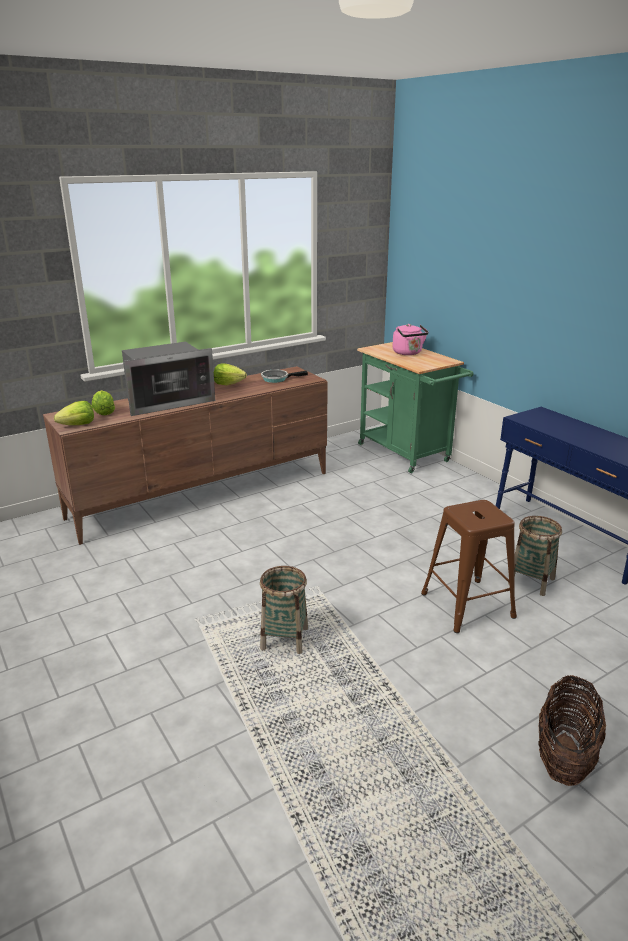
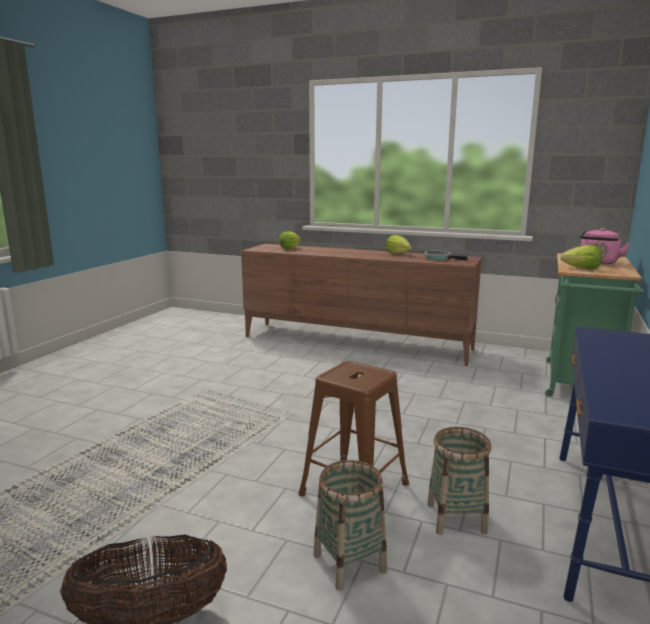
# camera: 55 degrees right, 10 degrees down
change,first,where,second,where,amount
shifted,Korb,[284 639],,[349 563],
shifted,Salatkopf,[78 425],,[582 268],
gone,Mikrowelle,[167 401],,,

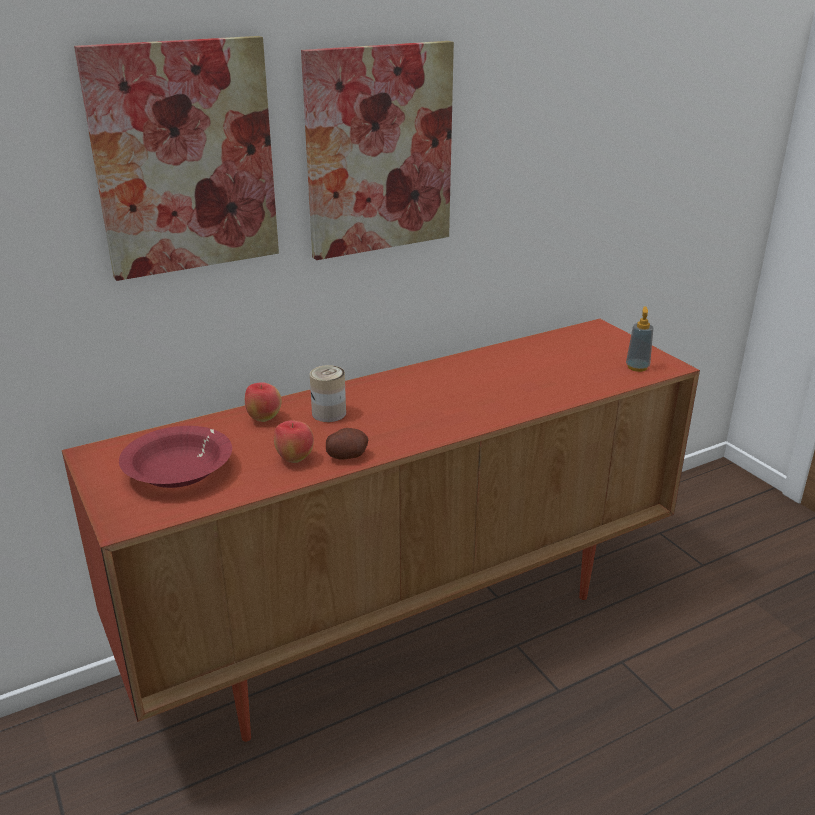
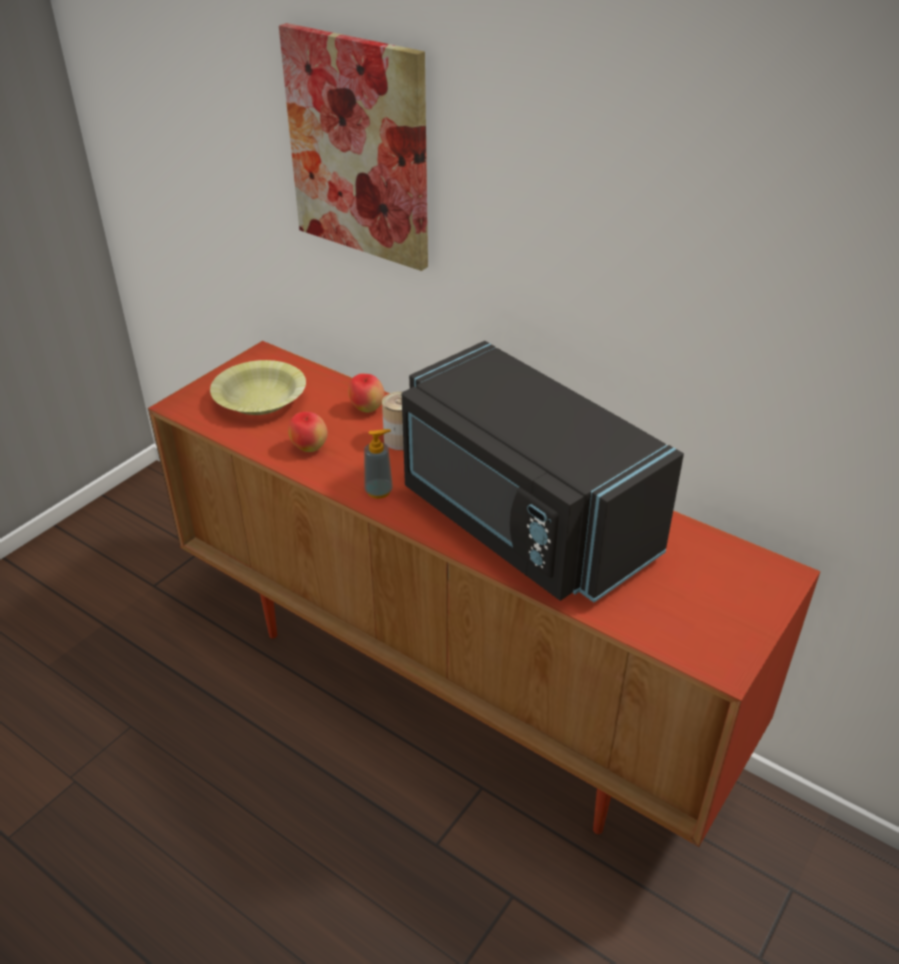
# camera: 65 degrees right, 10 degrees up
change,first,where,second,where,amount
repainted,Schüssel/rot,[179 471],Schüssel/gelb,[260 400],
shifted,Seifenspender,[637 367],,[379 491],
new,,,Mikrowelle/schwarz,[521 523],
gone,Bild,[379 150],,,
gone,Kartoffel,[347 456],,,

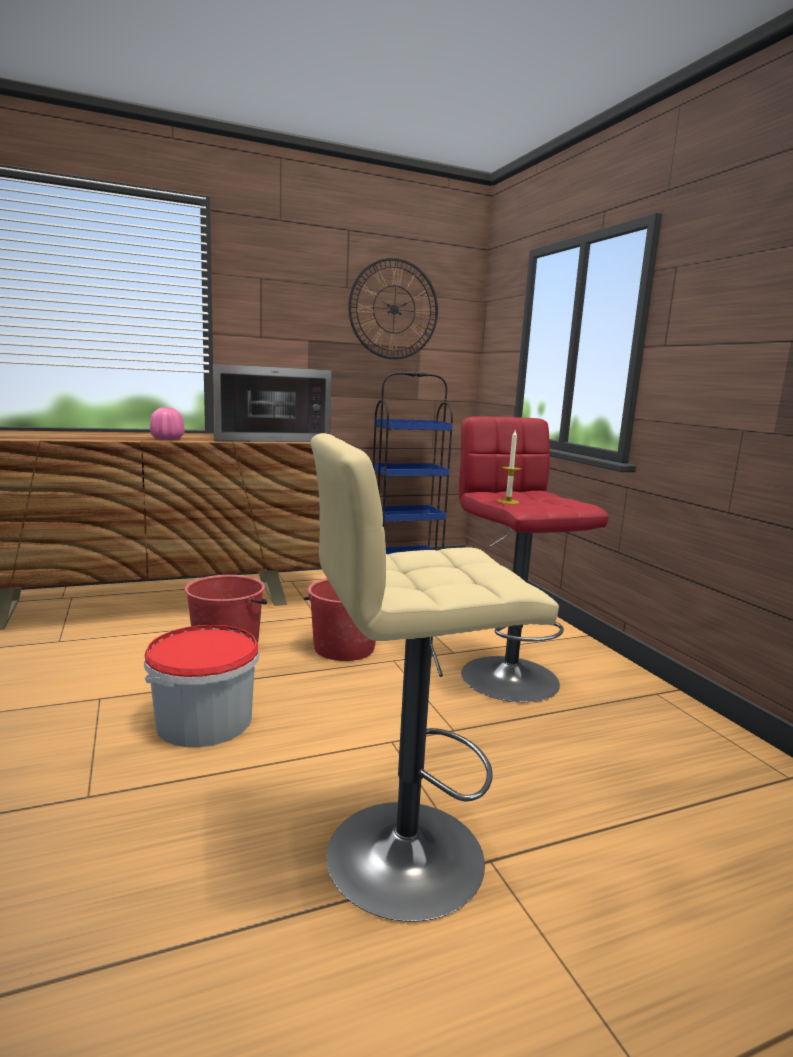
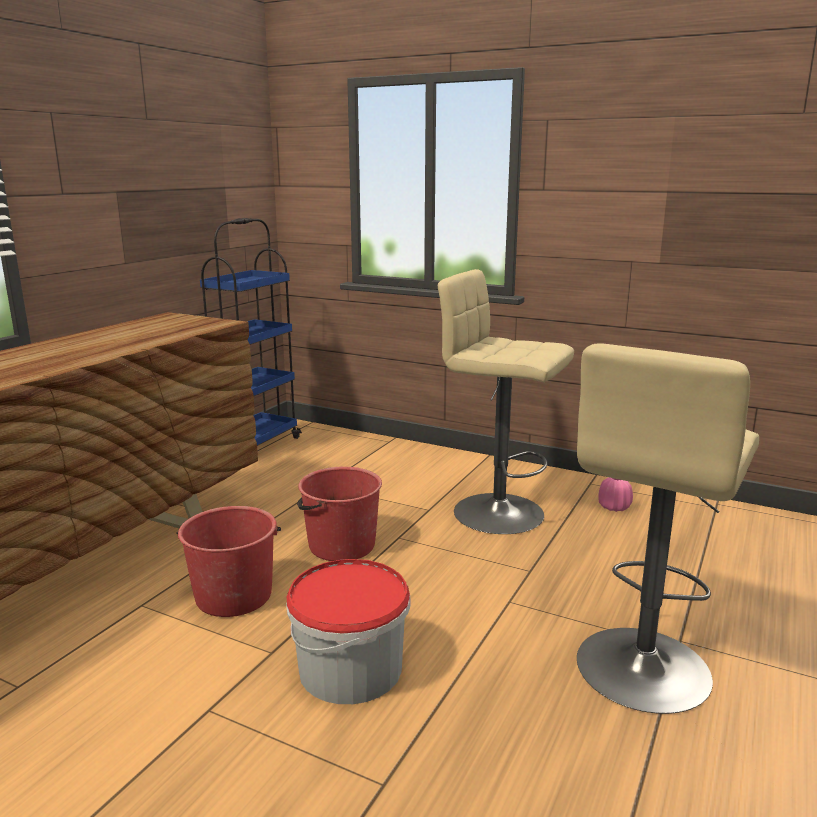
# camera: 40 degrees left, 5 degrees up
change,first,where,second,where,amount
repainted,Hocker/rot,[510 678],Hocker/beige,[498 513],
shifted,Vase/rosa,[167 439],,[614 507],
gone,Mikrowelle,[268 438],,,
gone,Wanduhr,[394 309],,,
gone,Kerze,[508 502],,,

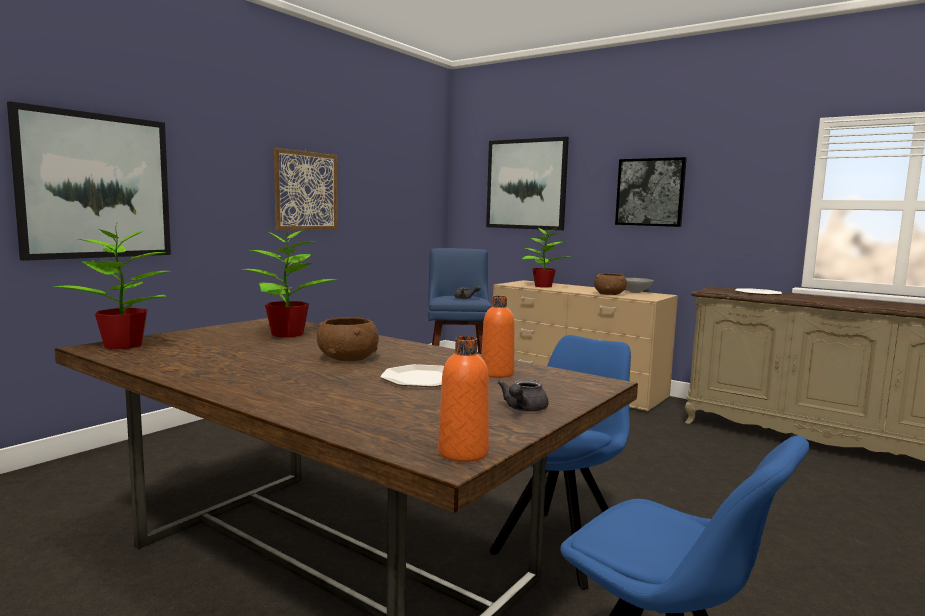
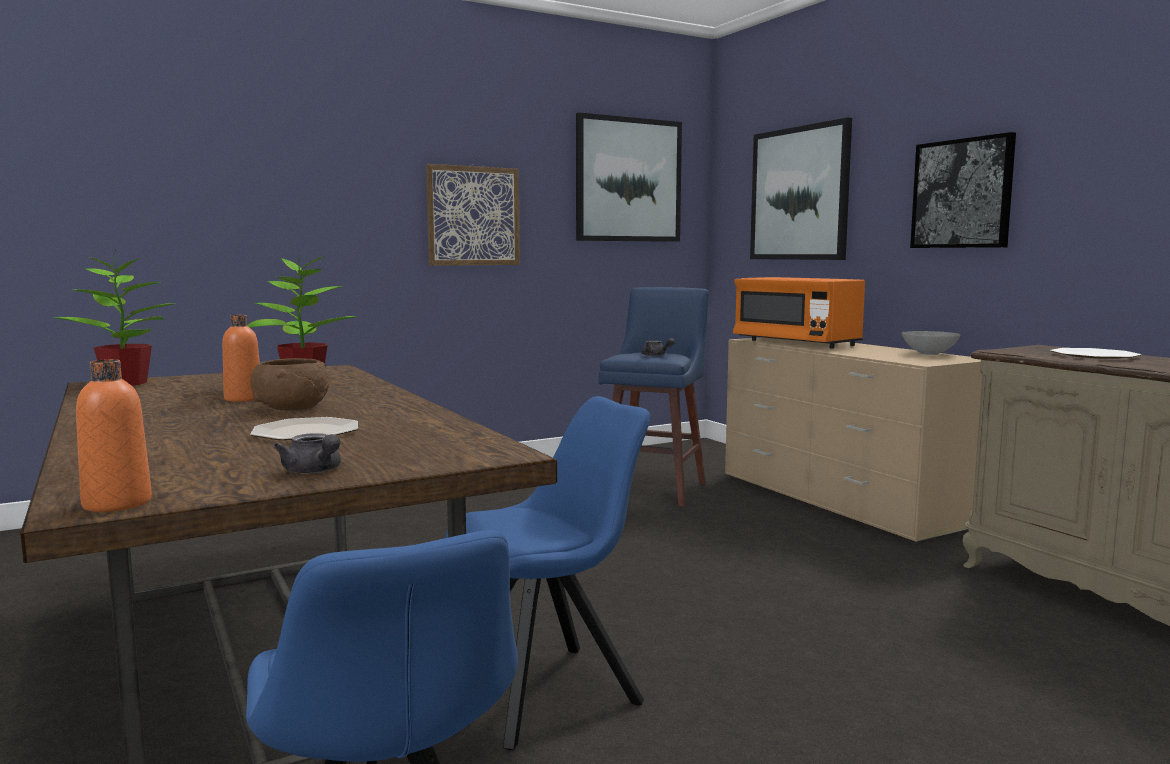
# camera: 25 degrees right, 0 degrees up
change,first,where,second,where,amount
shifted,Flasche/orange,[497 374],,[243 399],
rotated,Teekanne/grau,[523 409],,[314 471],90 degrees counterclockwise
shifted,Bild,[95 186],,[628 180],
swapped,Topfpflanze,[542 286],Mikrowelle/orange,[796 343],
gone,Schüssel/braun,[609 294],,,

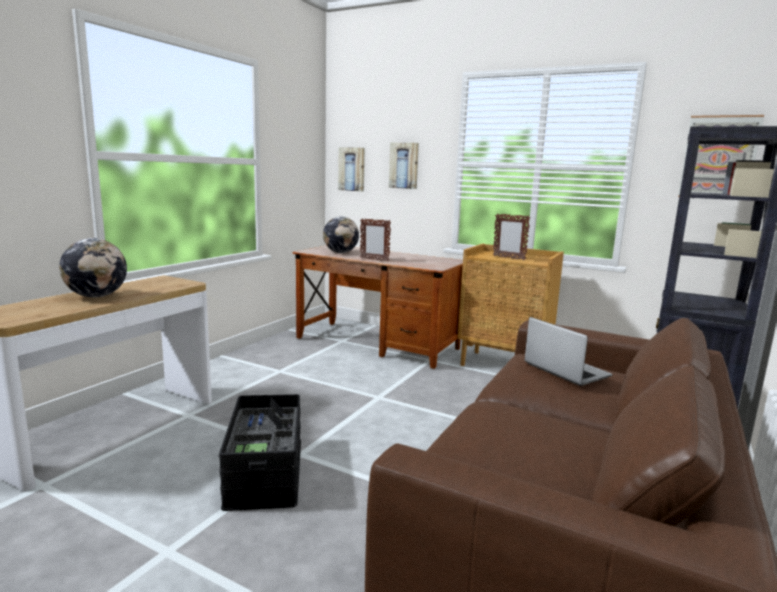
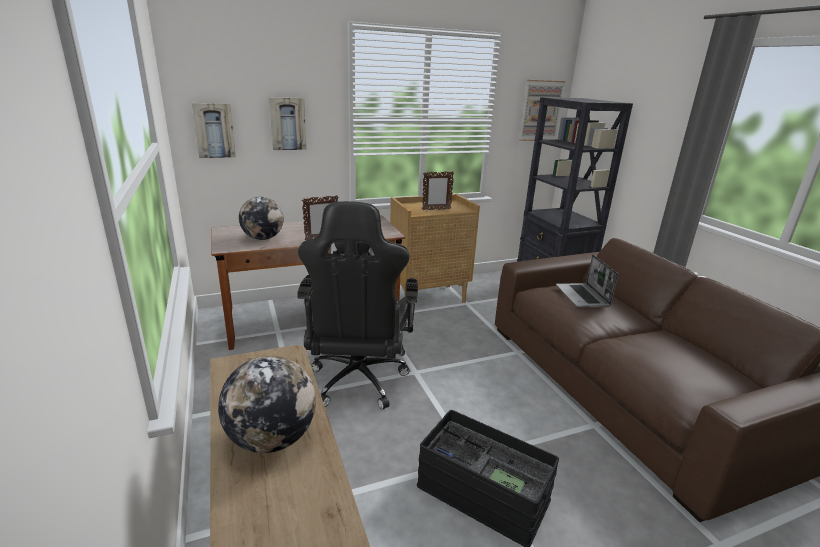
# camera: 50 degrees left, 10 degrees up
change,first,where,second,where,amount
new,,,Bürostuhl/schwarz,[358 376],
rotated,Laptop,[565 370],,[583 296],105 degrees counterclockwise

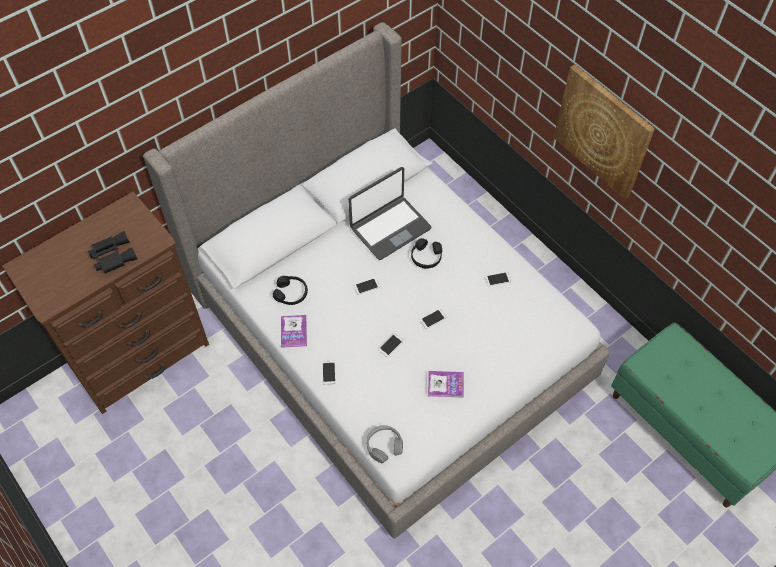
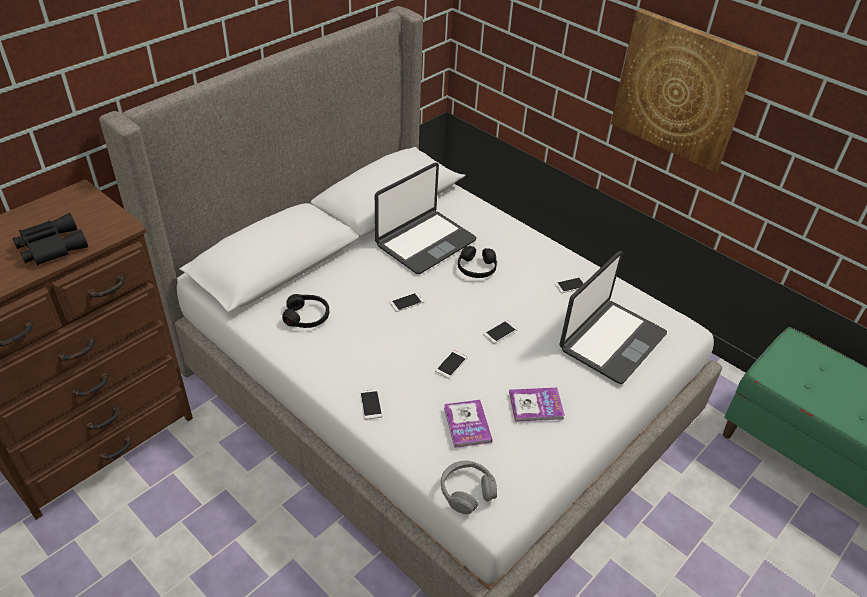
# camera: 10 degrees left, 15 degrees down
change,first,where,second,where,amount
shifted,Buch,[293 331],,[467 424],
new,,,Laptop,[611 341],

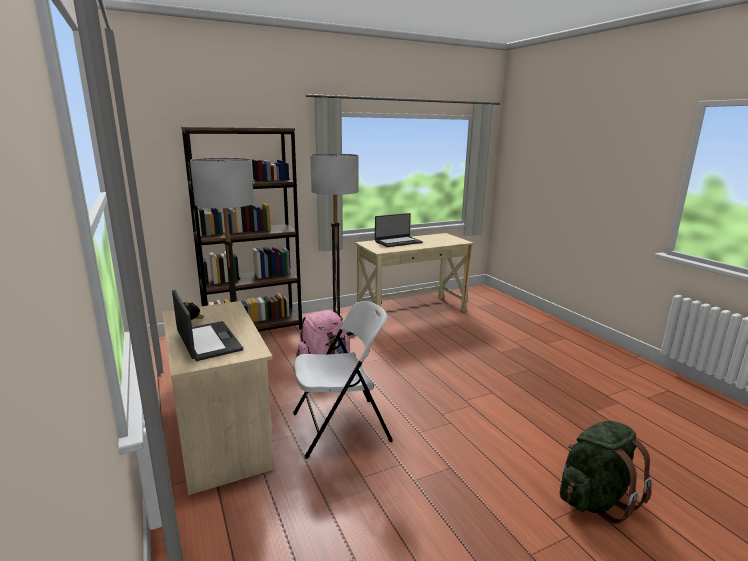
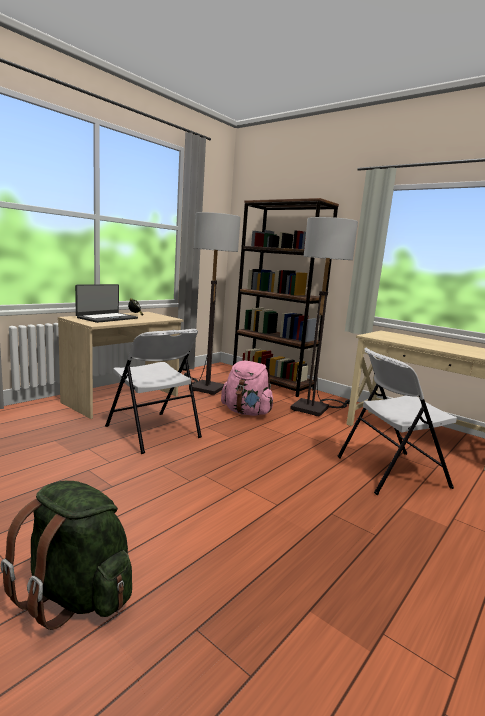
# camera: 65 degrees right, 5 degrees down
change,first,where,second,where,amount
new,,,Stuhl/weiß,[391 471],
gone,Laptop,[398 242],,,

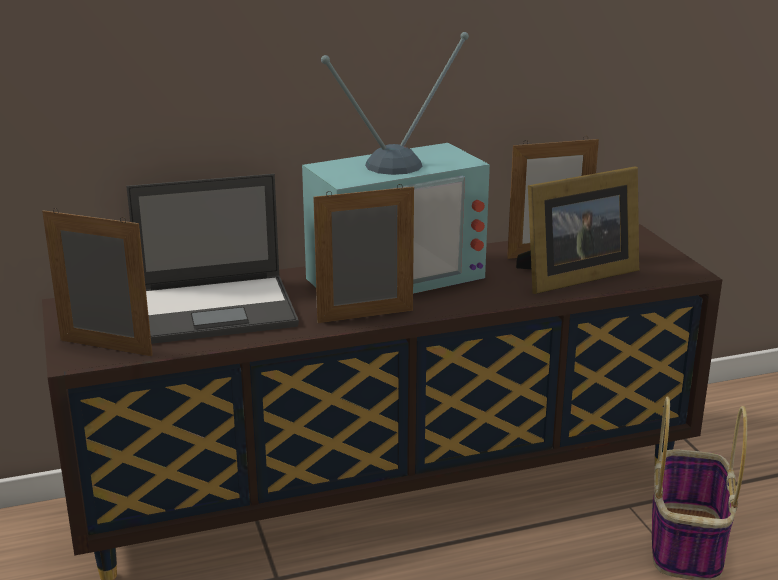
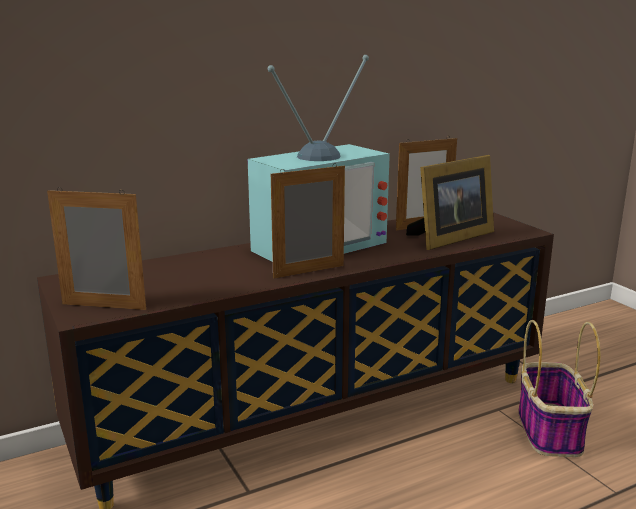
# camera: 10 degrees left, 5 degrees down
change,first,where,second,where,amount
gone,Laptop,[218 309],,,

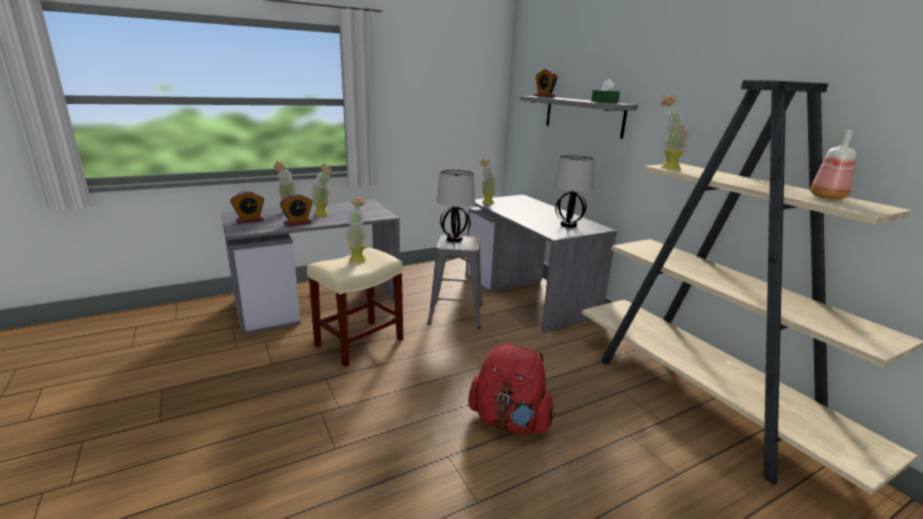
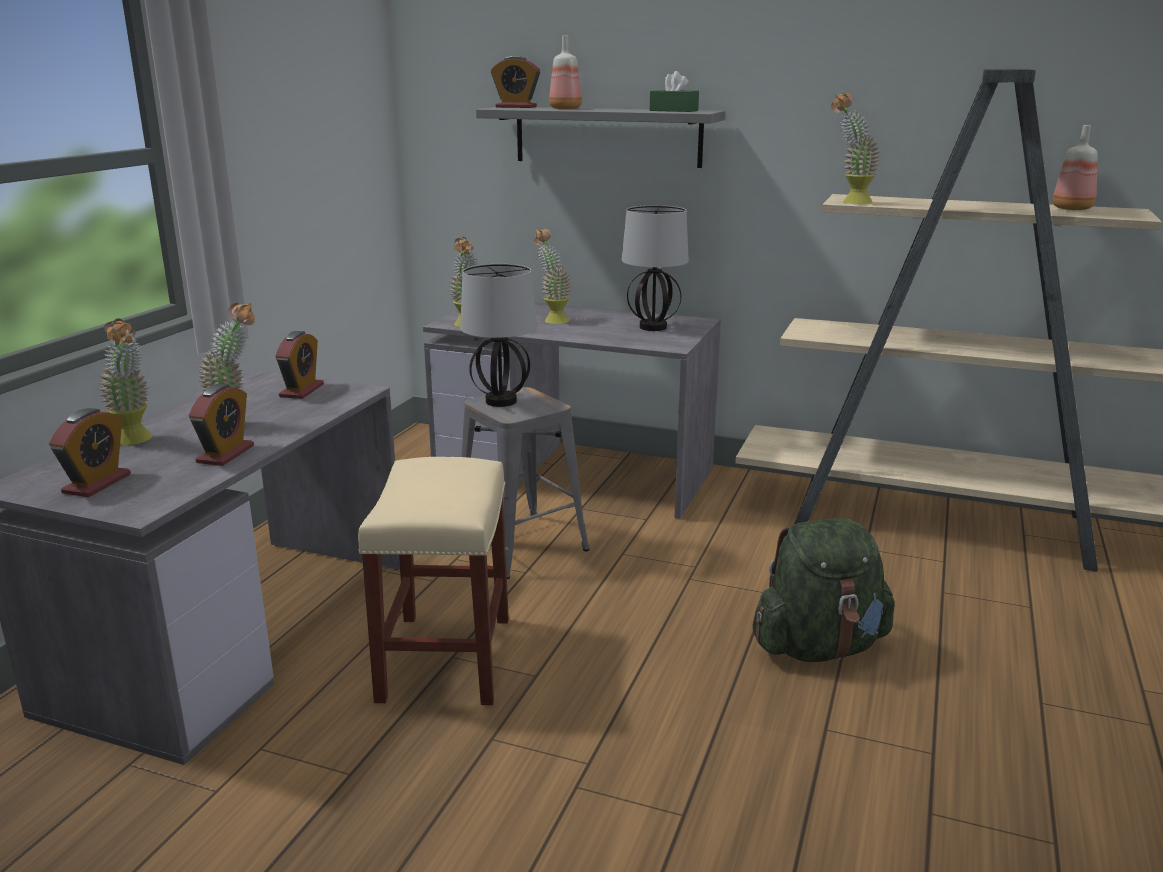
# camera: 40 degrees left, 0 degrees up
change,first,where,second,where,amount
new,,,Wecker,[301 391],
shifted,Topfpflanze,[358 258],,[552 320],
new,,,Flasche,[566 109],
repainted,Rucksack/rot,[509 421],Rucksack/grün,[819 647],

